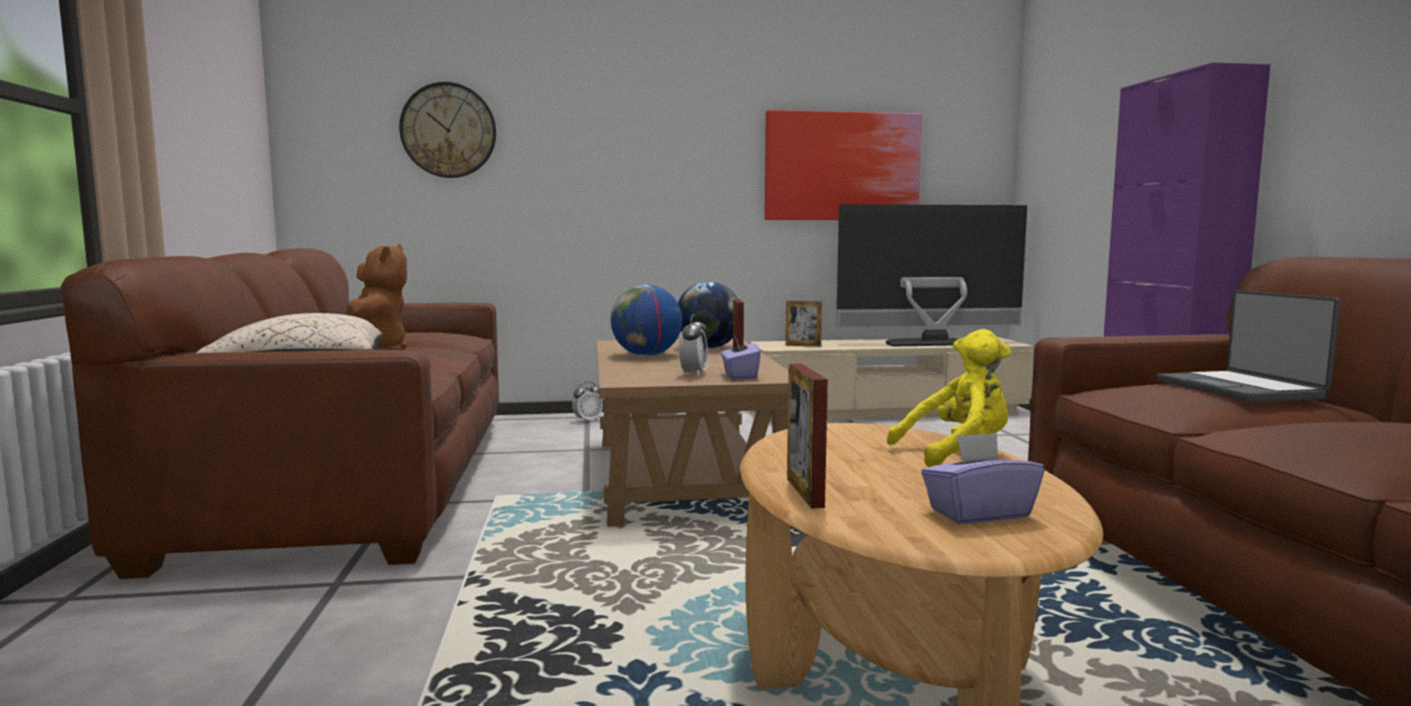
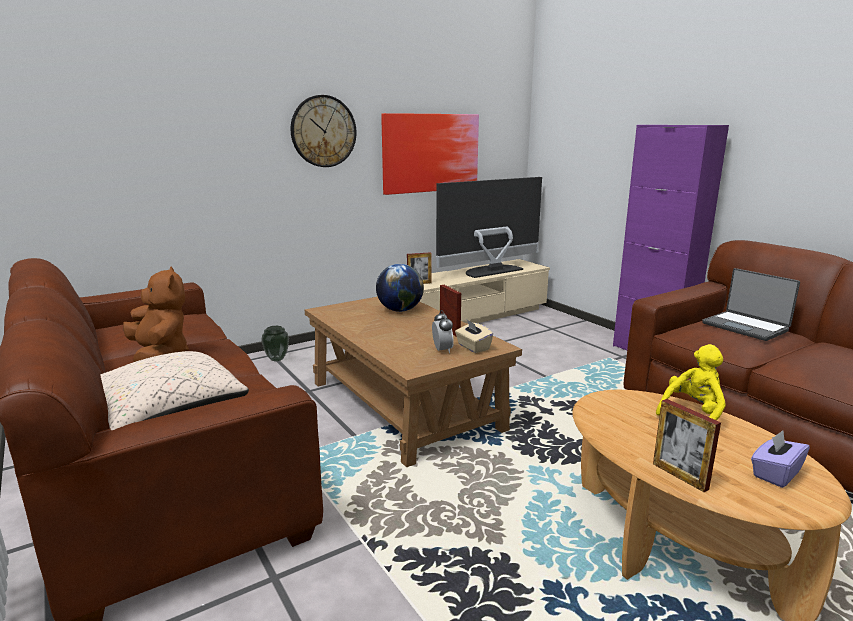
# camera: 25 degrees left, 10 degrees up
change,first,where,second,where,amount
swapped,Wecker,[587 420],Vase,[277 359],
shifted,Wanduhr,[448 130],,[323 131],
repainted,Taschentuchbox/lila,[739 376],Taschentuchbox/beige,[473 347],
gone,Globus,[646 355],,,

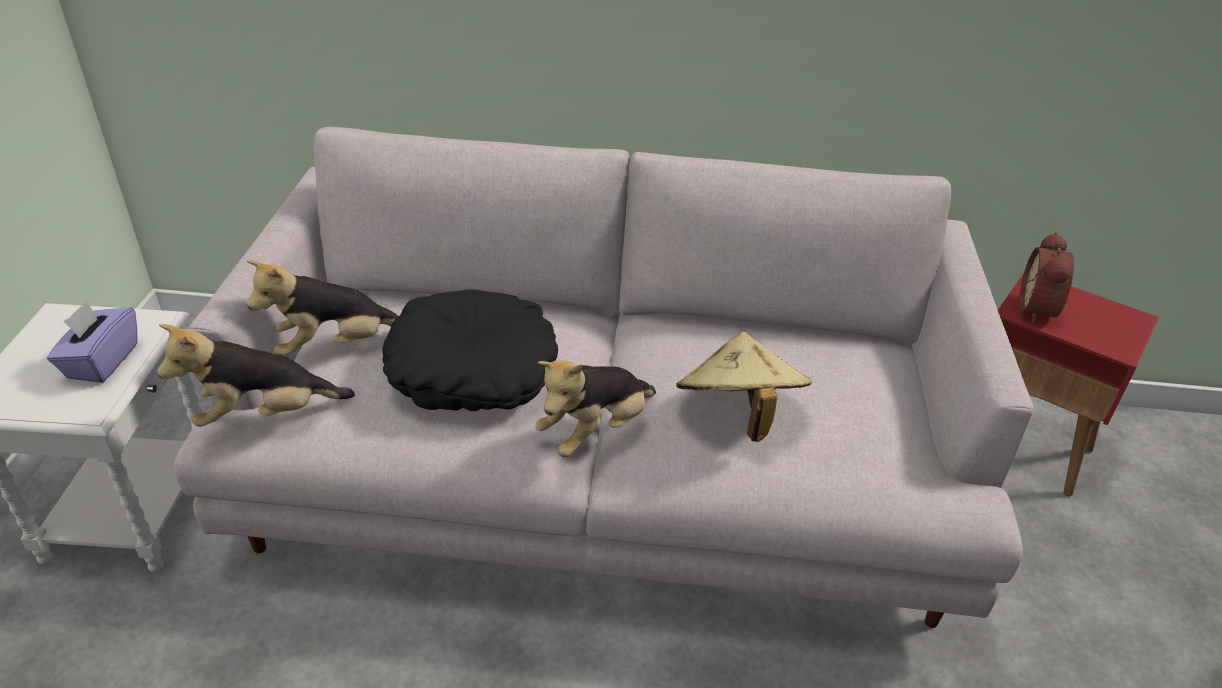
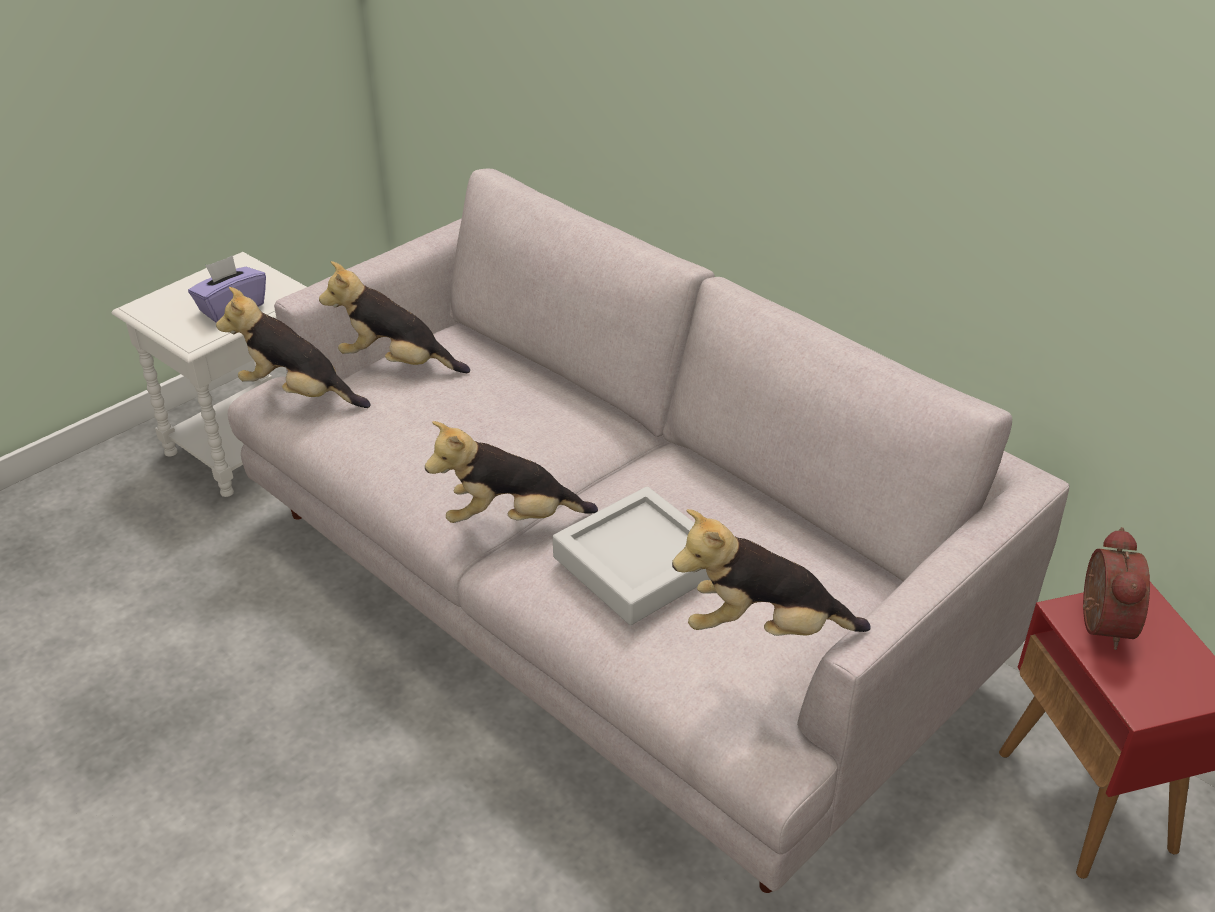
# camera: 40 degrees right, 0 degrees up
change,first,where,second,where,amount
swapped,Hut/beige,[738 415],Tablett/grau,[639 564],
new,,,Plüschtier,[763 629],
rotated,Wecker,[1040 309],,[1099 623],135 degrees clockwise
gone,Kissen/schwarz,[474 369],,,

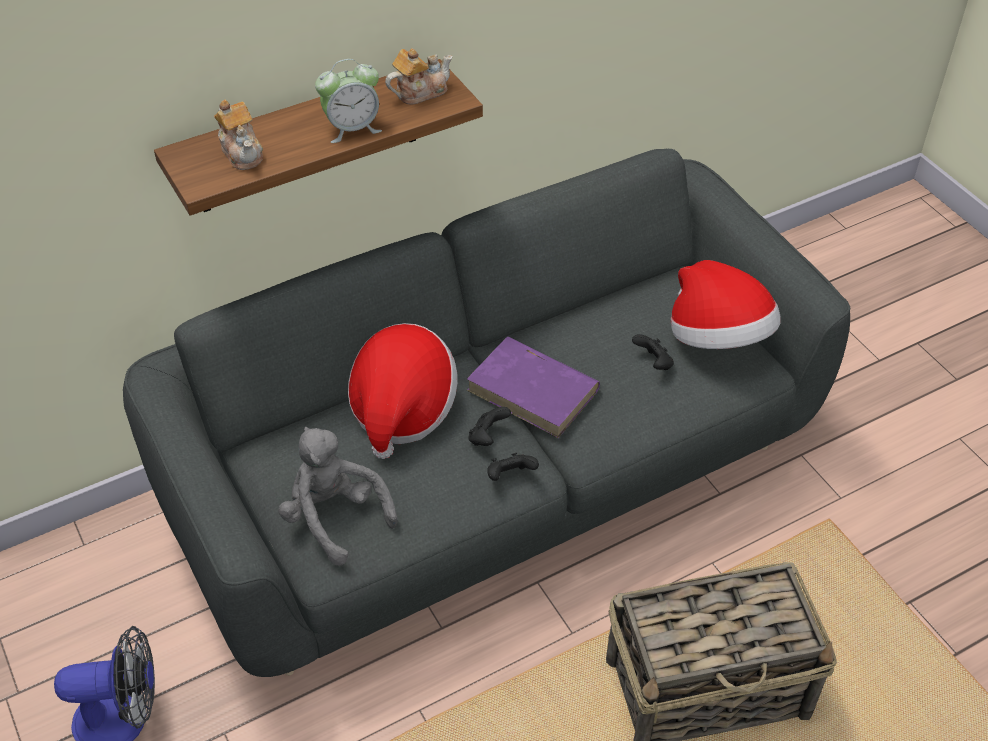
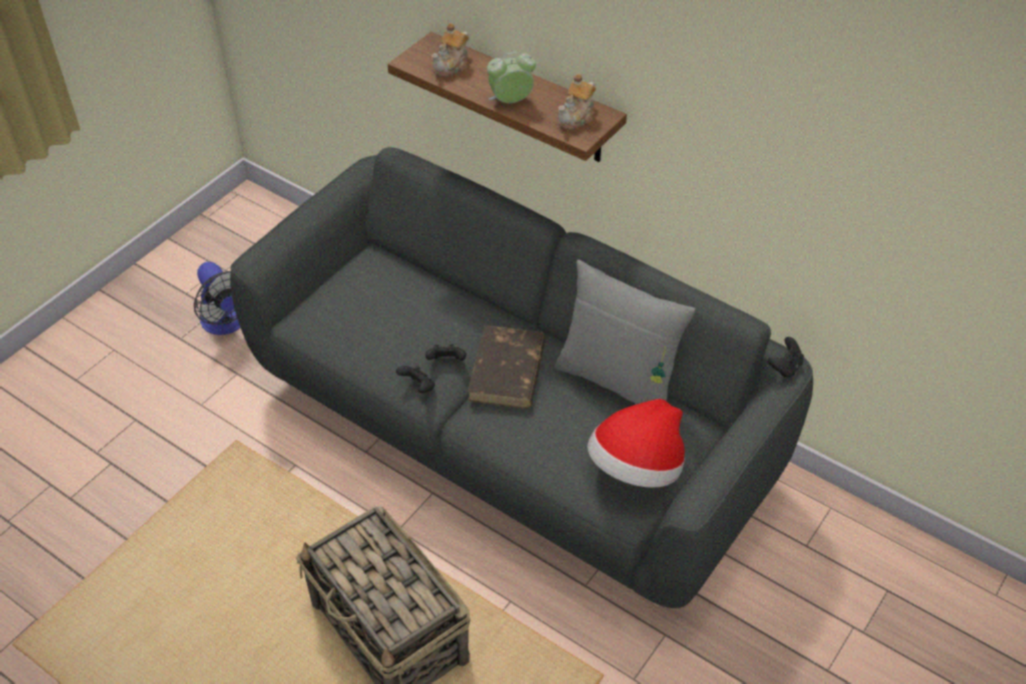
# camera: 65 degrees right, 0 degrees up
change,first,where,second,where,amount
repainted,Buch/lila,[534 390],Buch/braun,[507 371],
rotated,Wecker,[352 128],,[511 101],120 degrees clockwise
new,,,Kissen/grau,[617 381],
rotated,Teekanne,[420 92],,[576 117],90 degrees clockwise
shifted,Gamepad/schwarz,[653 363],,[785 367],
gone,Plüschtier/grau,[334 517],,,
gone,Hut,[402 409],,,

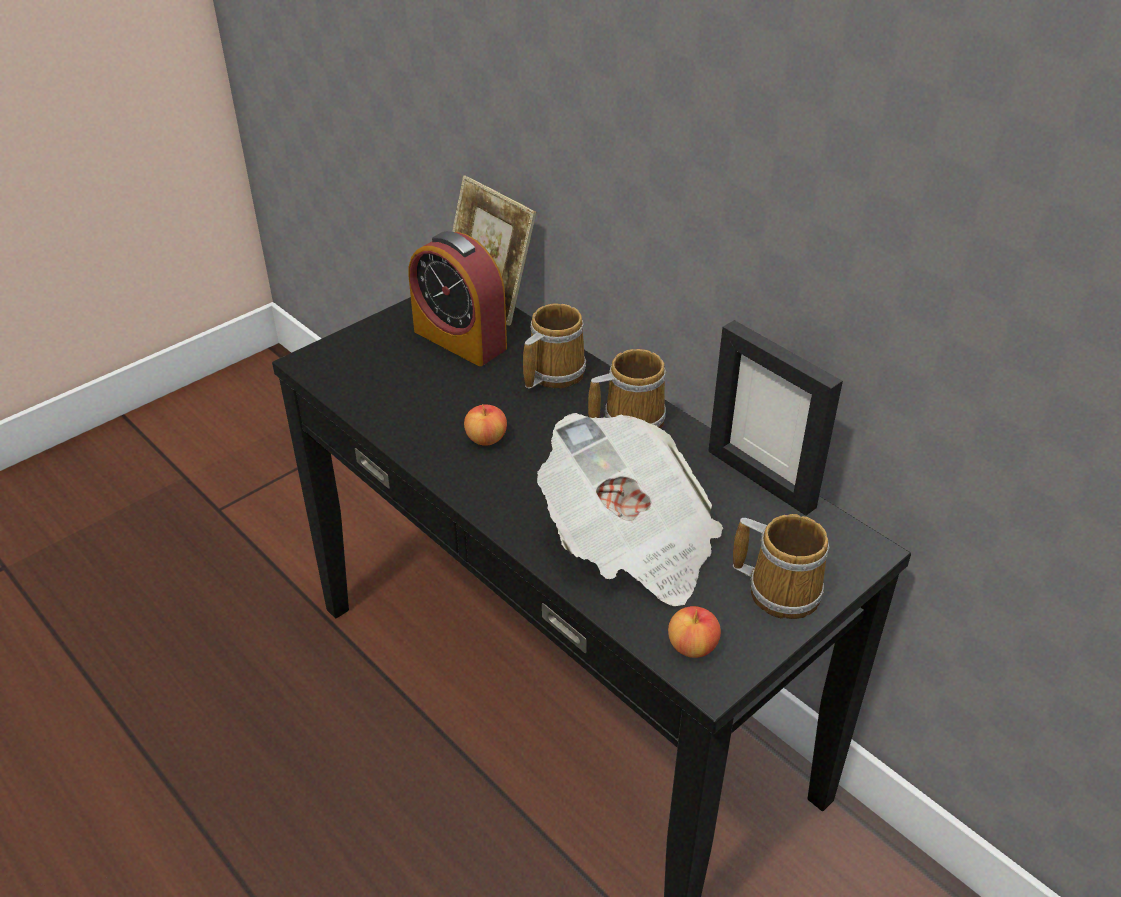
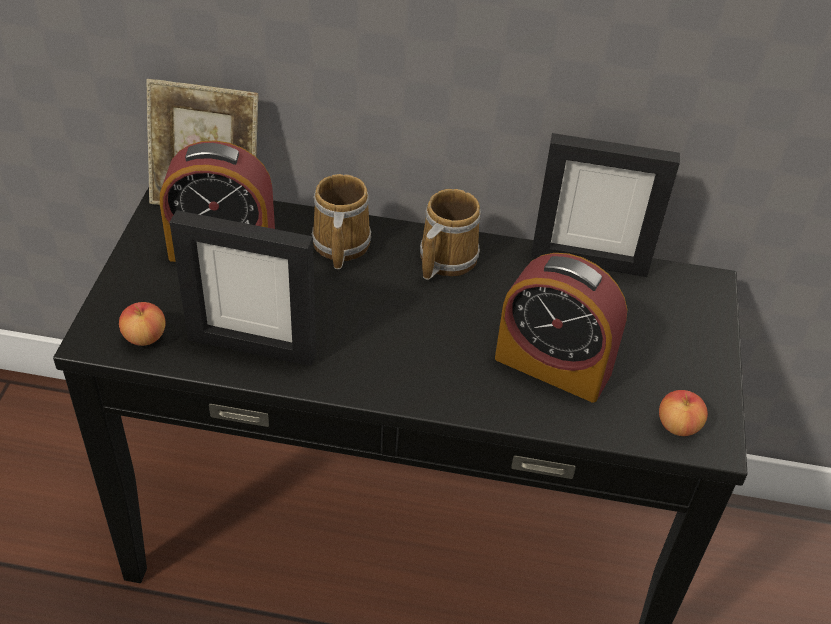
# camera: 40 degrees left, 5 degrees up
change,first,where,second,where,amount
shifted,Apfel,[486 439],,[145 337],
new,,,Bilderrahmen,[253 345],
swapped,Zeitung,[631 542],Wecker,[553 365],
gone,Henkelbecher,[780 589],,,

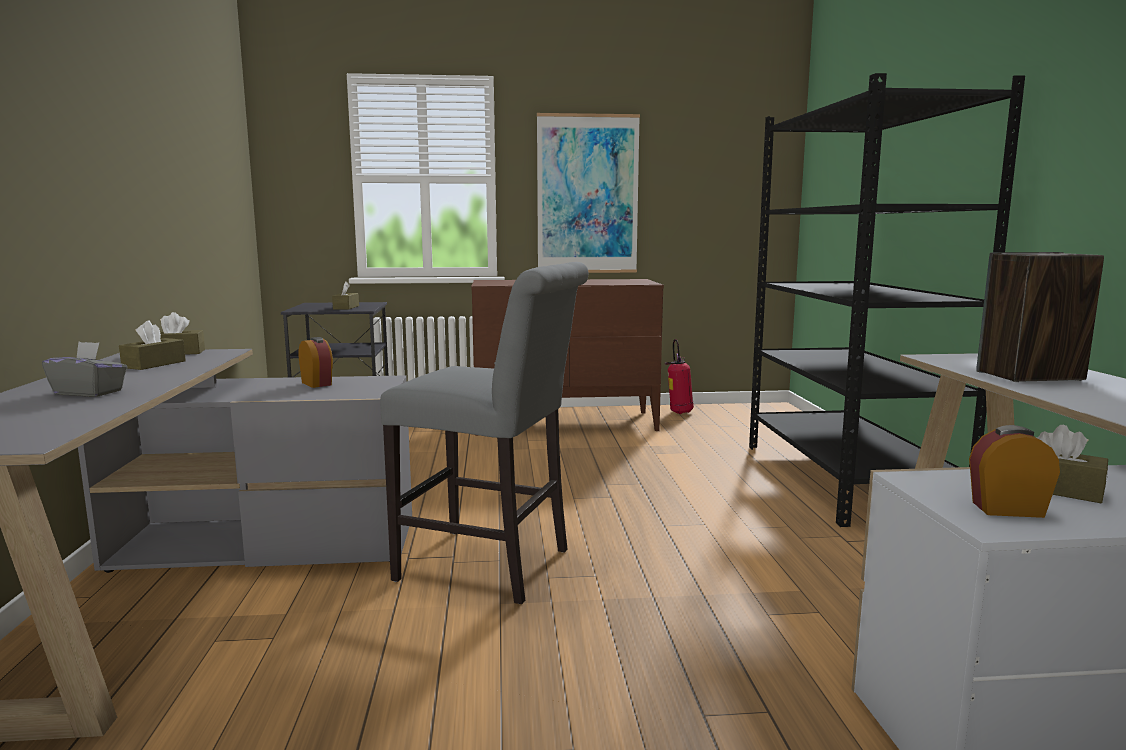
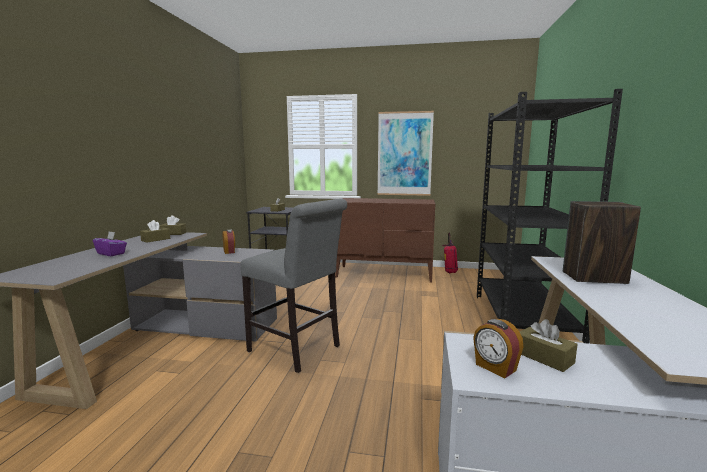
# camera: 15 degrees right, 0 degrees up
change,first,where,second,where,amount
repainted,Taschentuchbox/grau,[89 392],Taschentuchbox/lila,[111 253],
rotated,Wecker,[1006 509],,[495 368],150 degrees counterclockwise

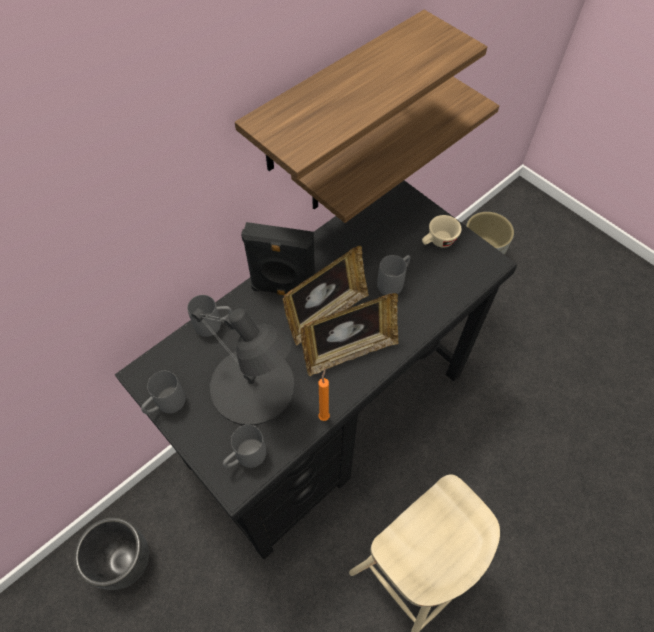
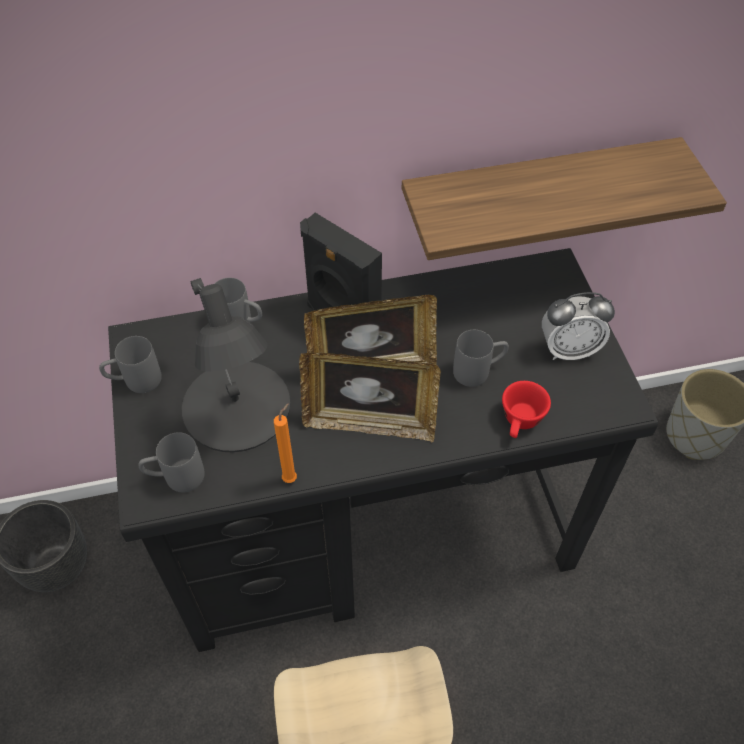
# camera: 30 degrees right, 5 degrees down
change,first,where,second,where,amount
new,,,Tasse/rot,[520 422],
swapped,Tasse/beige,[438 242],Wecker,[568 350],
gone,Wandregal,[335 95],,,

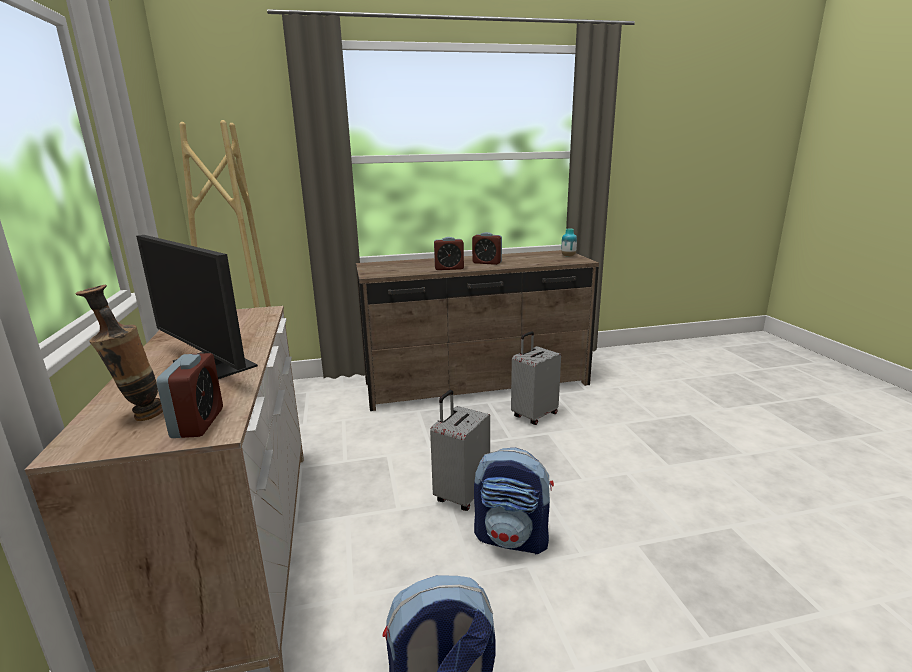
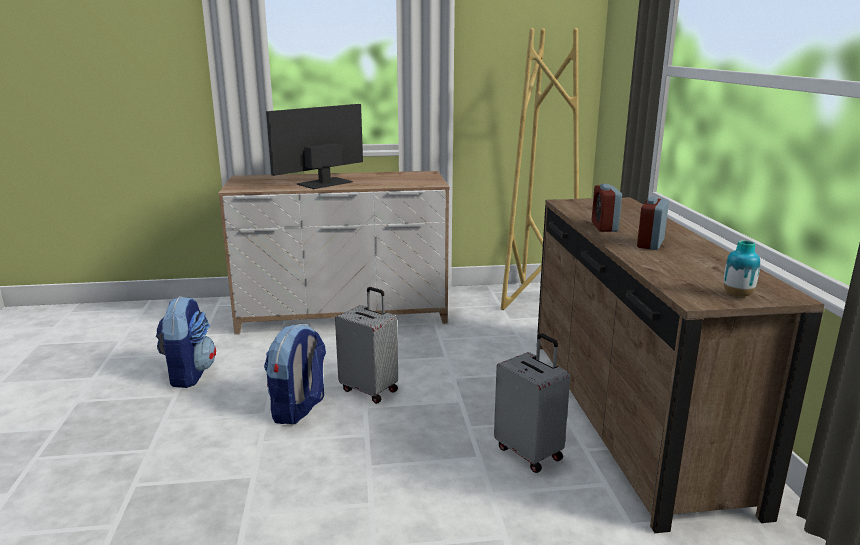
# camera: 95 degrees right, 0 degrees up
change,first,where,second,where,amount
gone,Vase,[139 416],,,
gone,Wecker,[198 423],,,

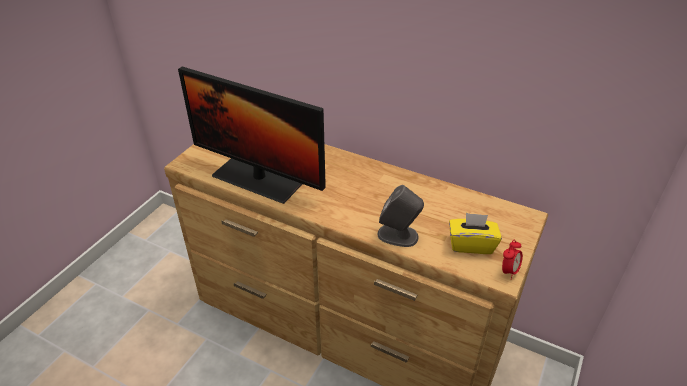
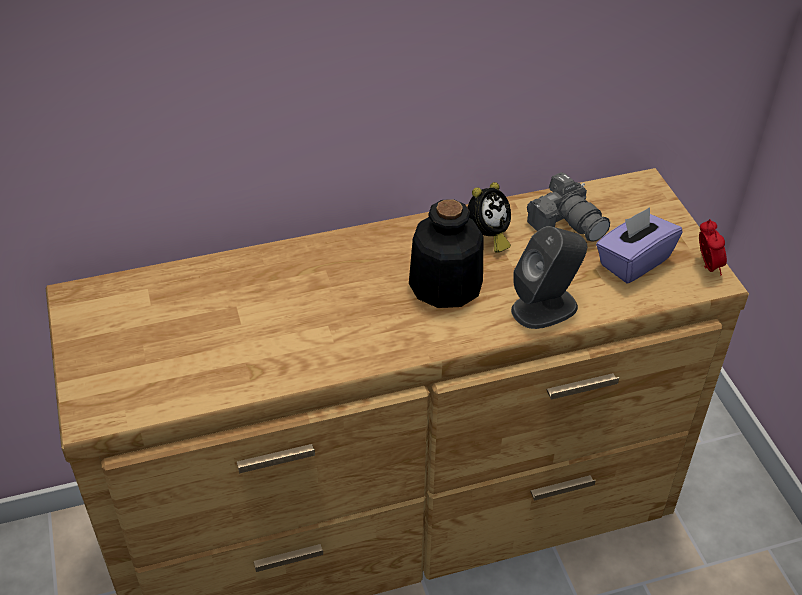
# camera: 45 degrees left, 5 degrees up
change,first,where,second,where,amount
new,,,Flasche,[445 285],
new,,,Wecker,[487 237],
new,,,Kamera,[567 223],
repainted,Taschentuchbox/gelb,[471 244],Taschentuchbox/lila,[633 262],
gone,Monitor,[258 178],,,

